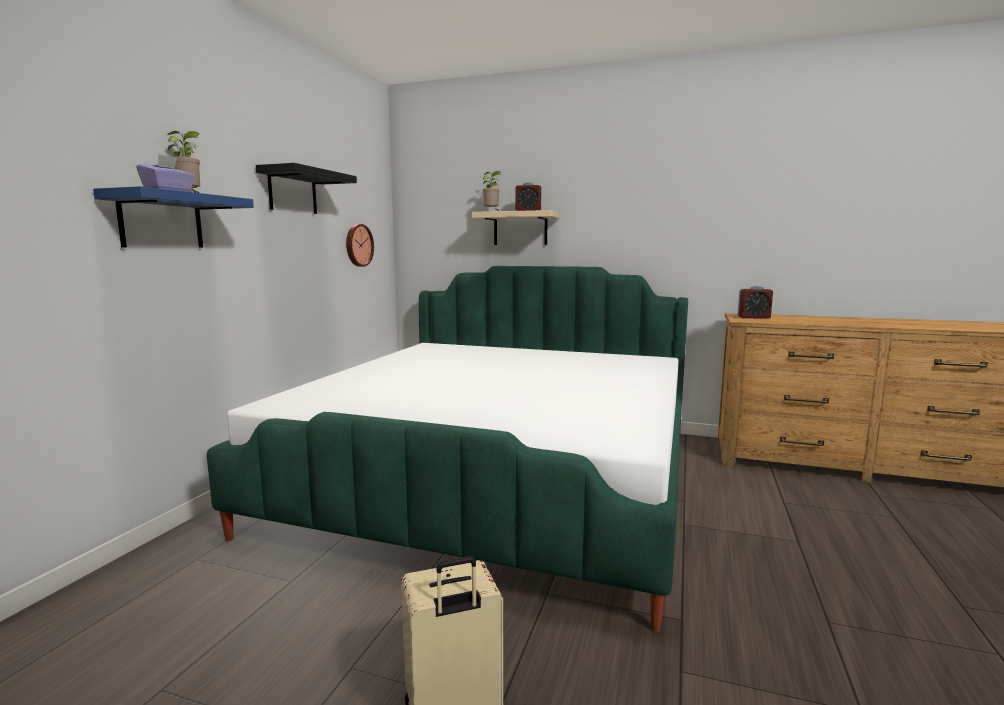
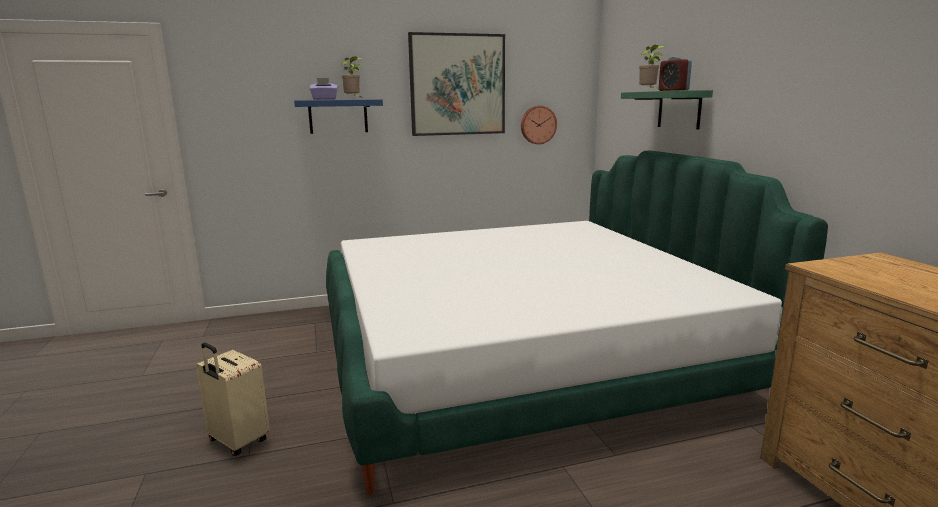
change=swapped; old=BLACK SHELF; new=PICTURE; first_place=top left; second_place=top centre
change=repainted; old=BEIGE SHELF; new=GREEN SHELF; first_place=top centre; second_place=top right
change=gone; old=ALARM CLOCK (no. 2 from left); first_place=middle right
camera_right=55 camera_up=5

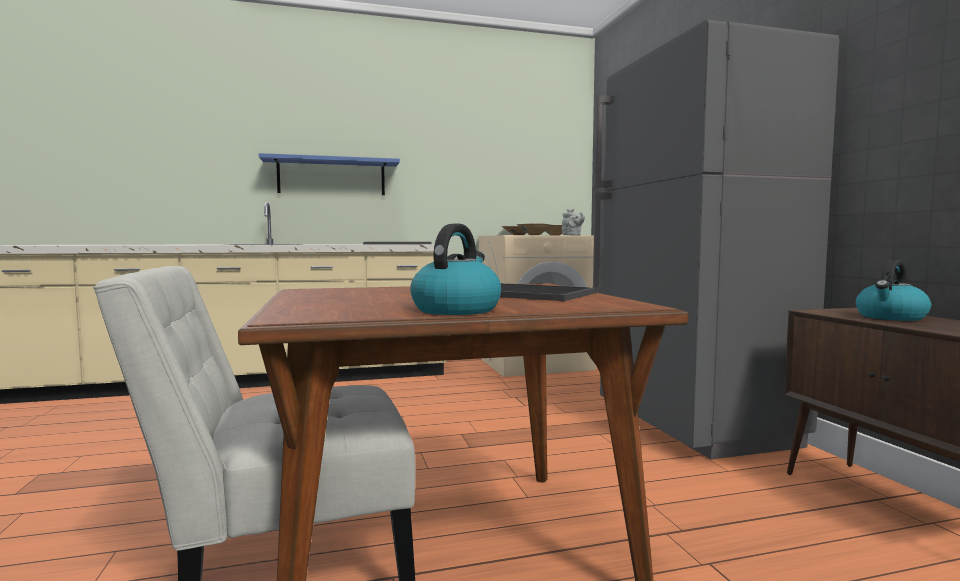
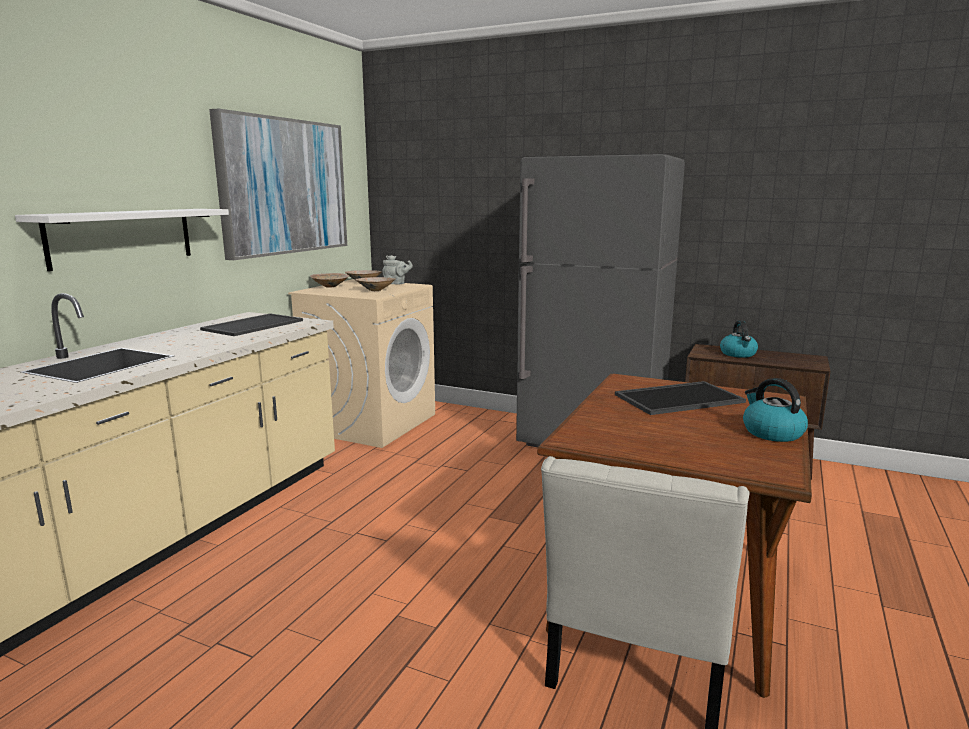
change=repainted; old=BLUE SHELF; new=WHITE SHELF; first_place=top centre; second_place=top left
change=new; new=PICTURE; second_place=top left
camera_right=-50 camera_up=10

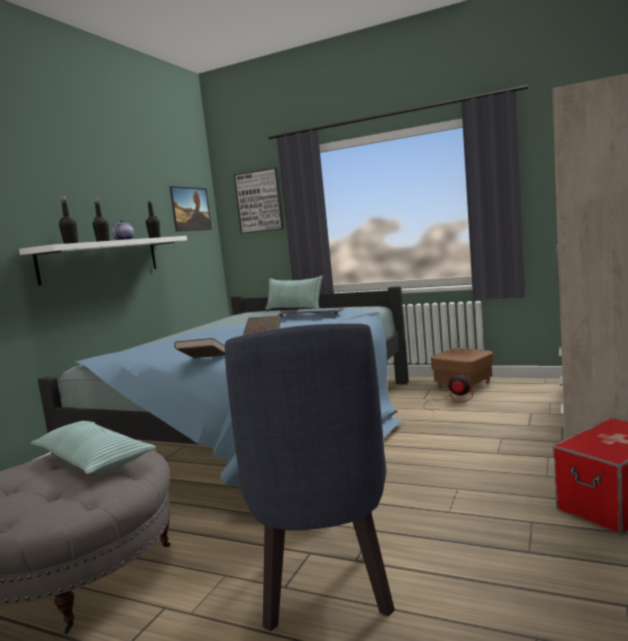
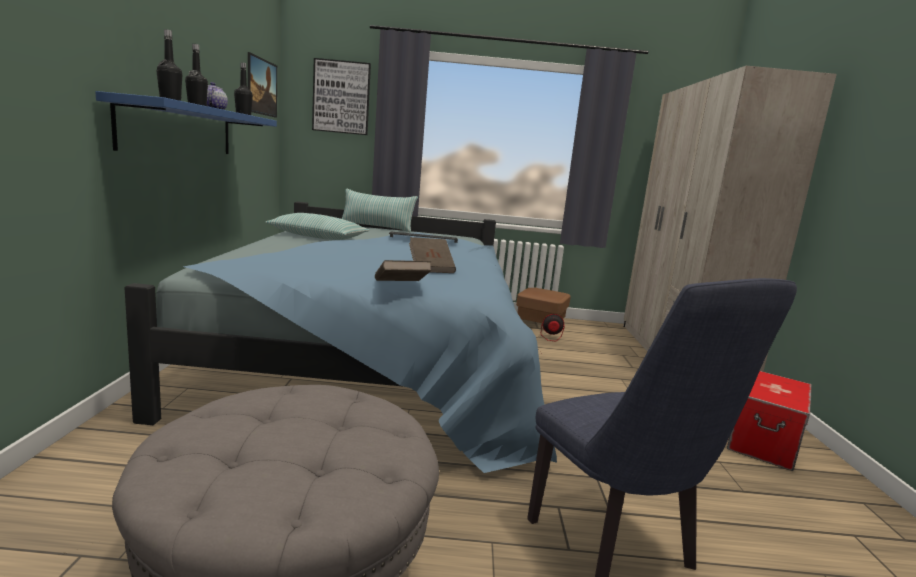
change=repainted; old=WHITE SHELF; new=BLUE SHELF; first_place=middle left; second_place=top left
change=shifted; old=PILLOW (no. 1 from left); first_place=bottom left; second_place=centre
camera_right=-25 camera_up=5

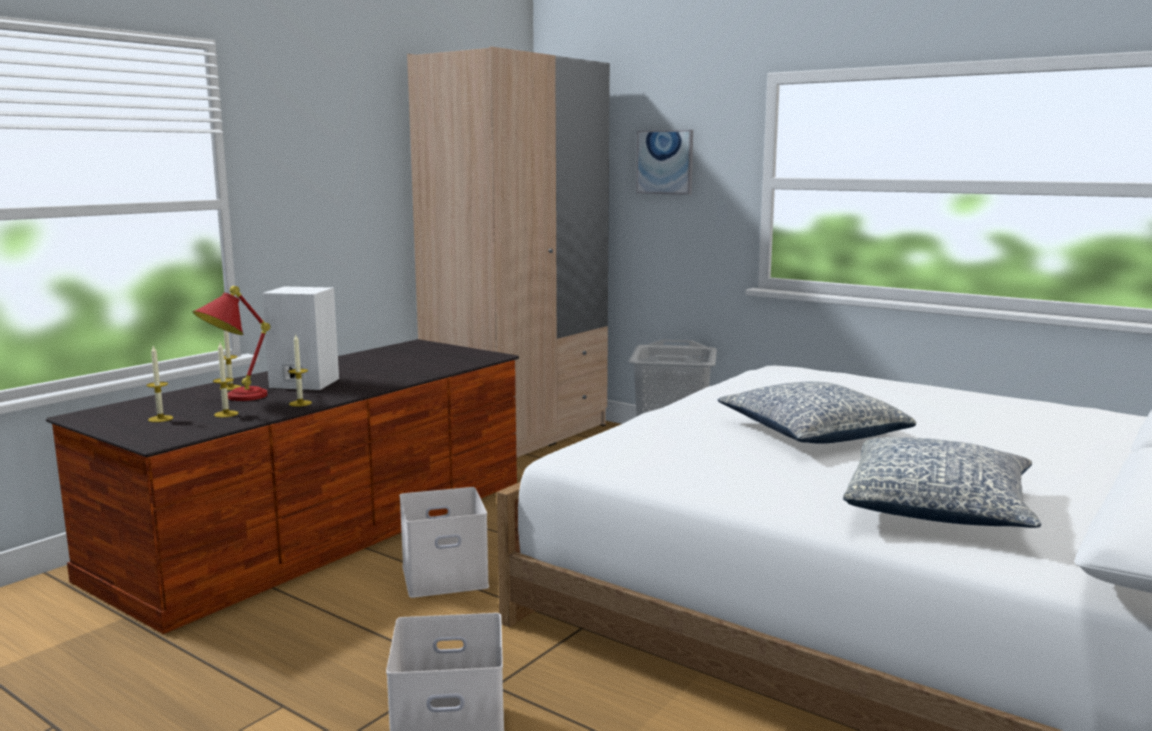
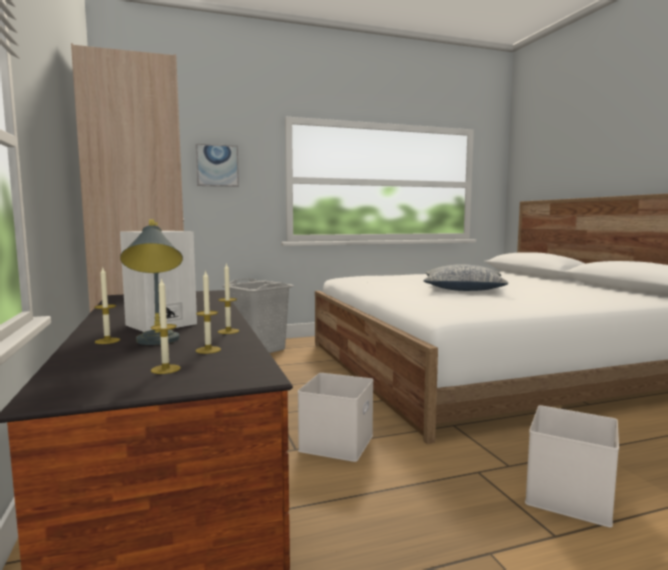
change=repainted; old=RED TABLE LAMP; new=GREY TABLE LAMP; first_place=middle left; second_place=middle left
change=gone; old=PILLOW (no. 2 from left); first_place=middle right
camera_right=-55 camera_up=-5

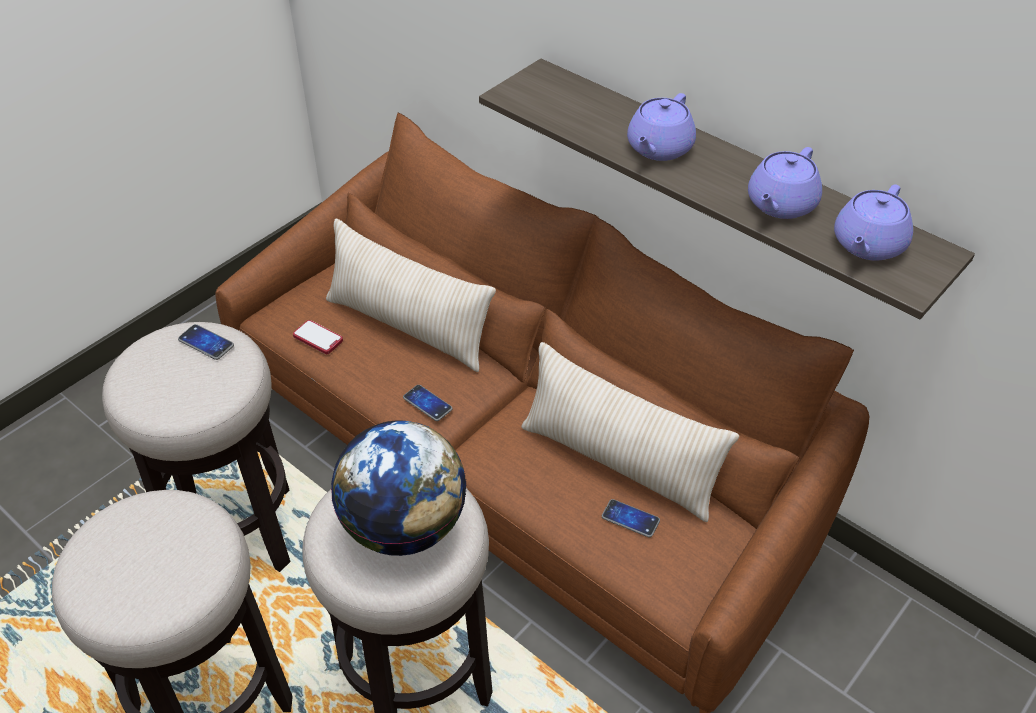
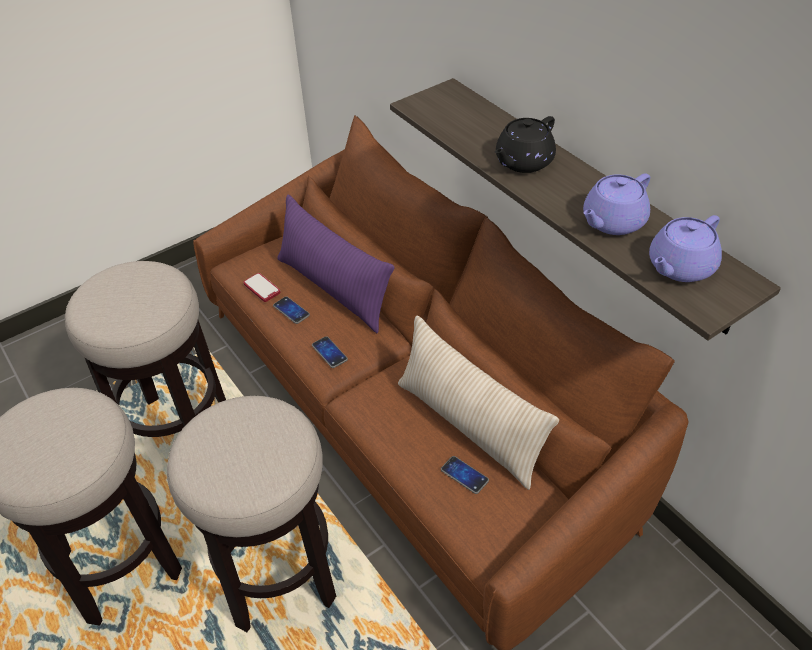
change=repainted; old=PURPLE TEAPOT (no. 1 from left); new=BLACK TEAPOT; first_place=top centre; second_place=top centre
change=repainted; old=BEIGE PILLOW (no. 1 from left); new=PURPLE PILLOW; first_place=centre; second_place=centre
change=shifted; old=PHONE (no. 1 from left in the first image); new=PHONE (no. 2 from left); first_place=middle left; second_place=centre
change=gone; old=GLOBE; first_place=bottom centre
camera_right=15 camera_up=0

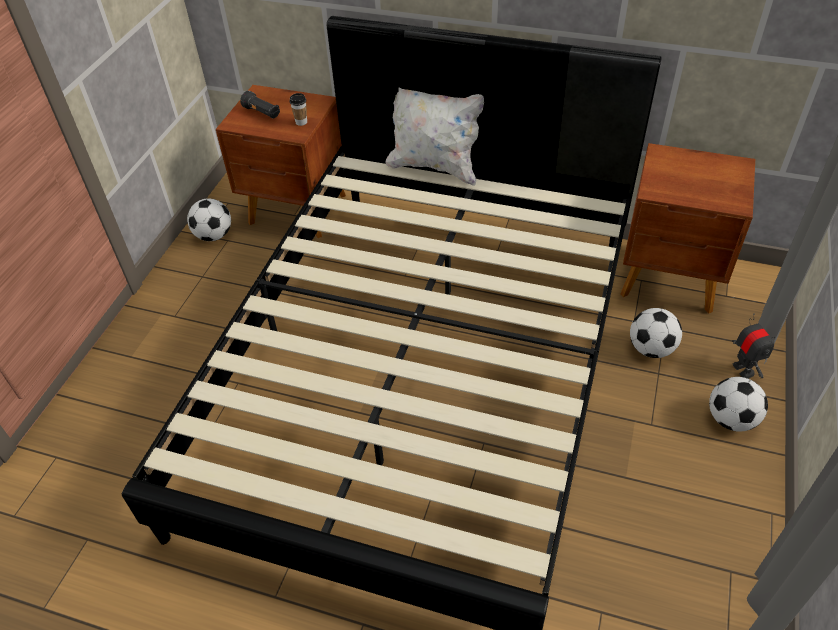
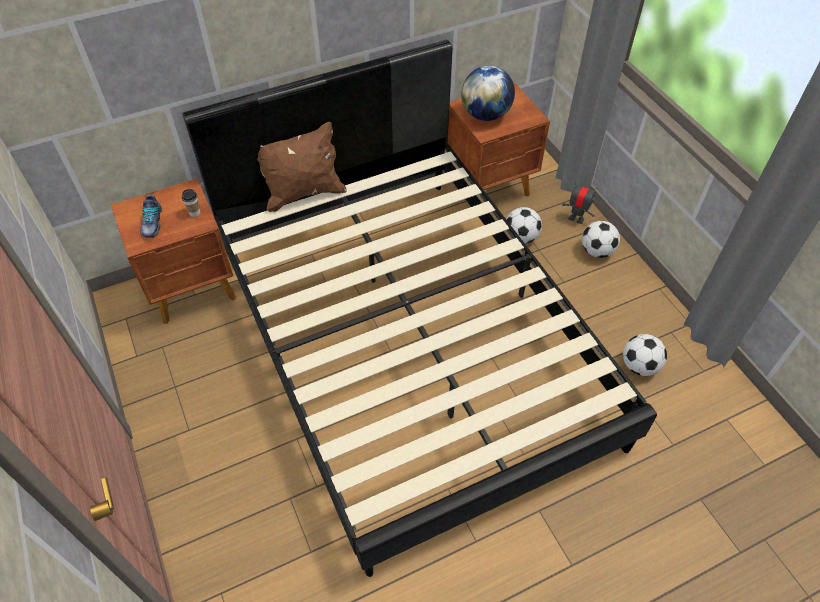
change=repainted; old=WHITE PILLOW; new=BROWN PILLOW; first_place=top centre; second_place=top centre
change=swapped; old=BLACK FLASHLIGHT; new=SHOE; first_place=top left; second_place=middle left
change=shifted; old=FOOTBALL (no. 1 from left in the first image); new=FOOTBALL (no. 3 from left); first_place=middle left; second_place=middle right
change=new; new=GLOBE; second_place=top centre
camera_right=-45 camera_up=5

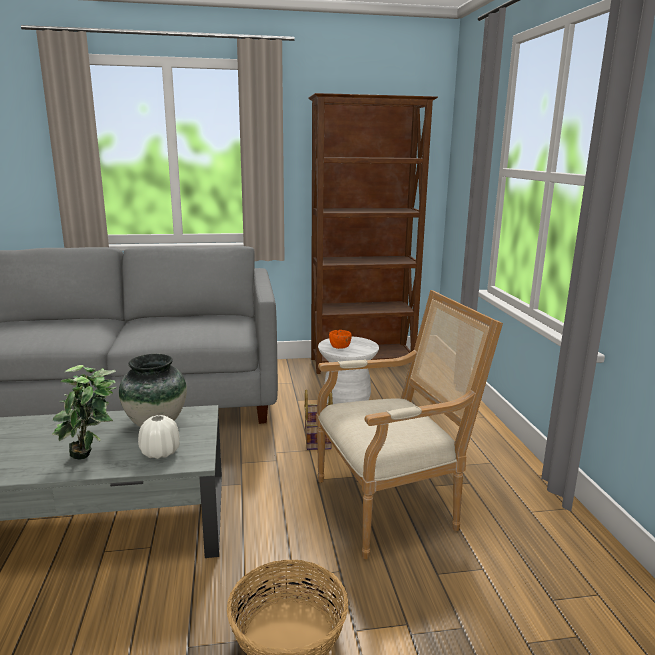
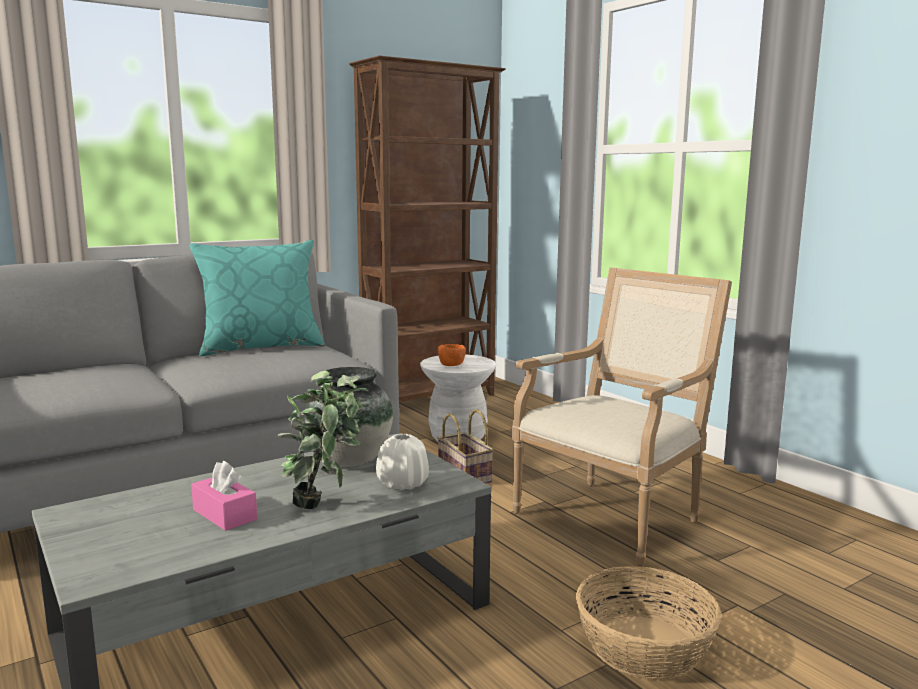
change=new; new=TURQUOISE PILLOW; second_place=middle left
change=new; new=PINK TISSUE BOX; second_place=bottom left
camera_right=-25 camera_up=-5

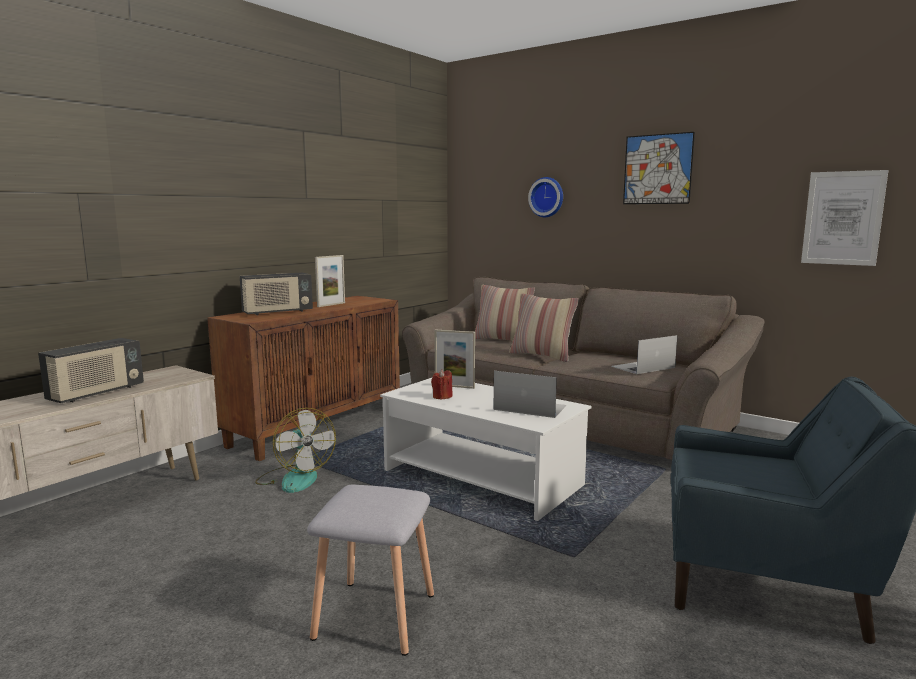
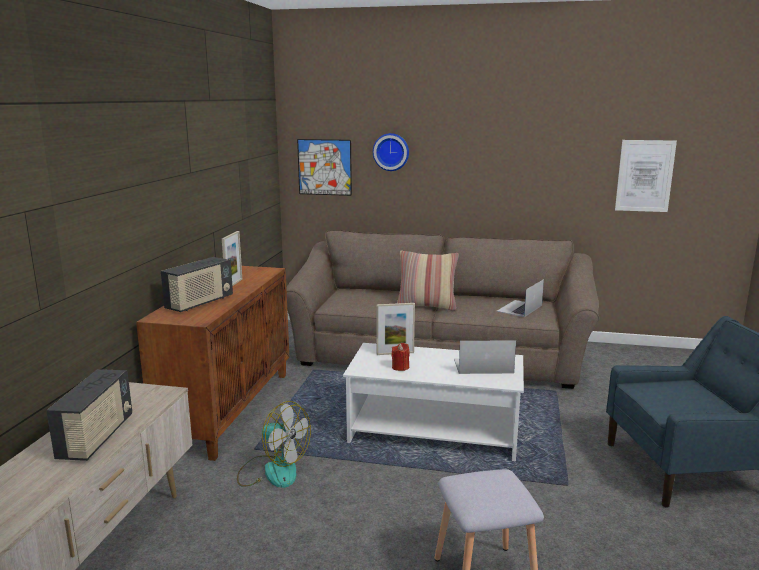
change=shifted; old=PICTURE (no. 1 from left); first_place=top right; second_place=top centre
change=gone; old=PILLOW (no. 1 from left); first_place=centre
camera_right=-25 camera_up=5

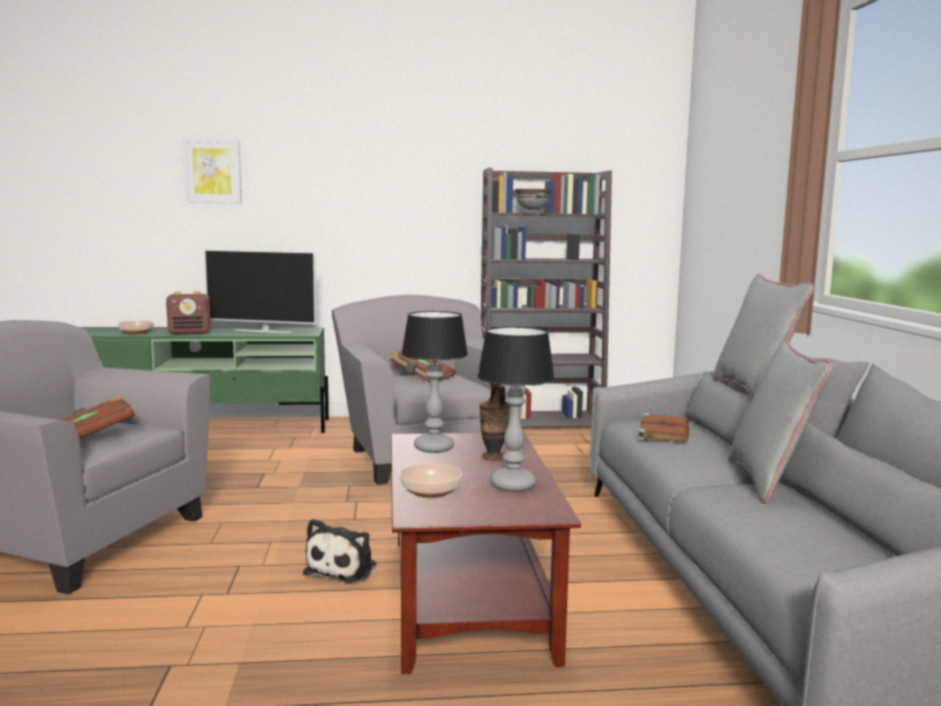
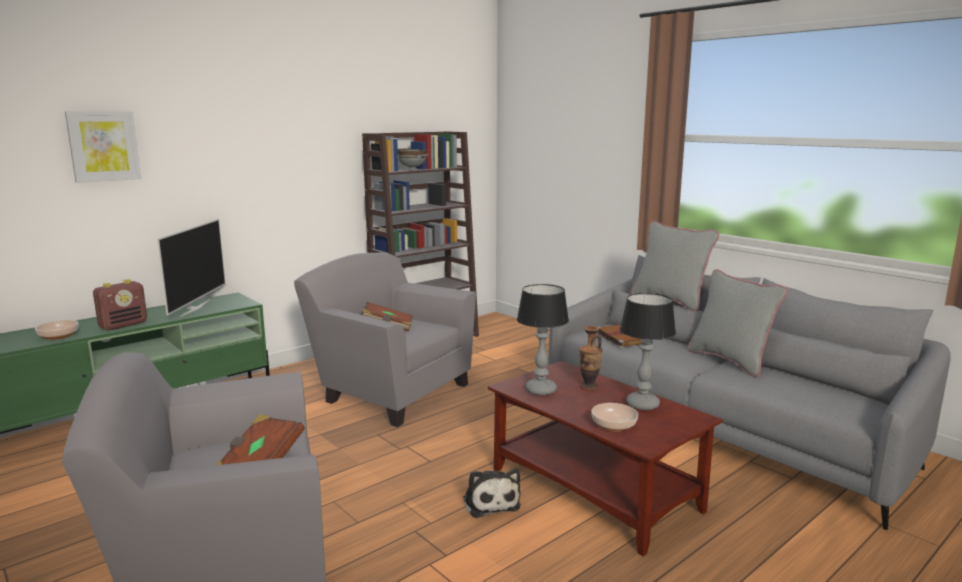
change=rotated; old=TELEVISION; first_place=middle left; second_place=middle left; degrees=-60
camera_right=-35 camera_up=5

